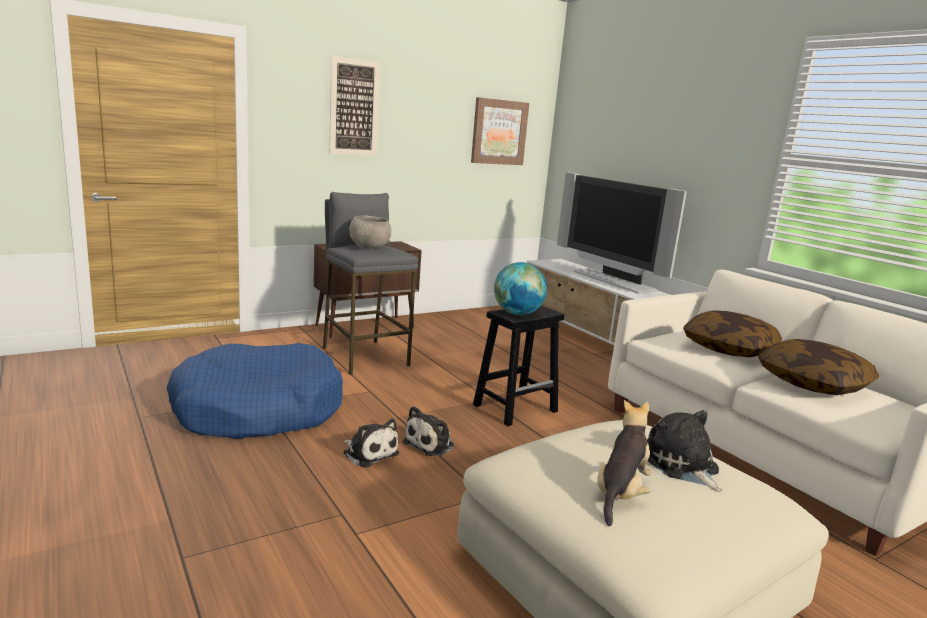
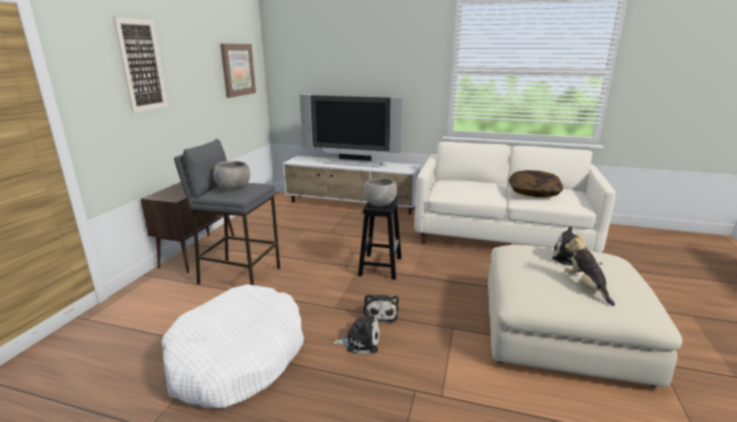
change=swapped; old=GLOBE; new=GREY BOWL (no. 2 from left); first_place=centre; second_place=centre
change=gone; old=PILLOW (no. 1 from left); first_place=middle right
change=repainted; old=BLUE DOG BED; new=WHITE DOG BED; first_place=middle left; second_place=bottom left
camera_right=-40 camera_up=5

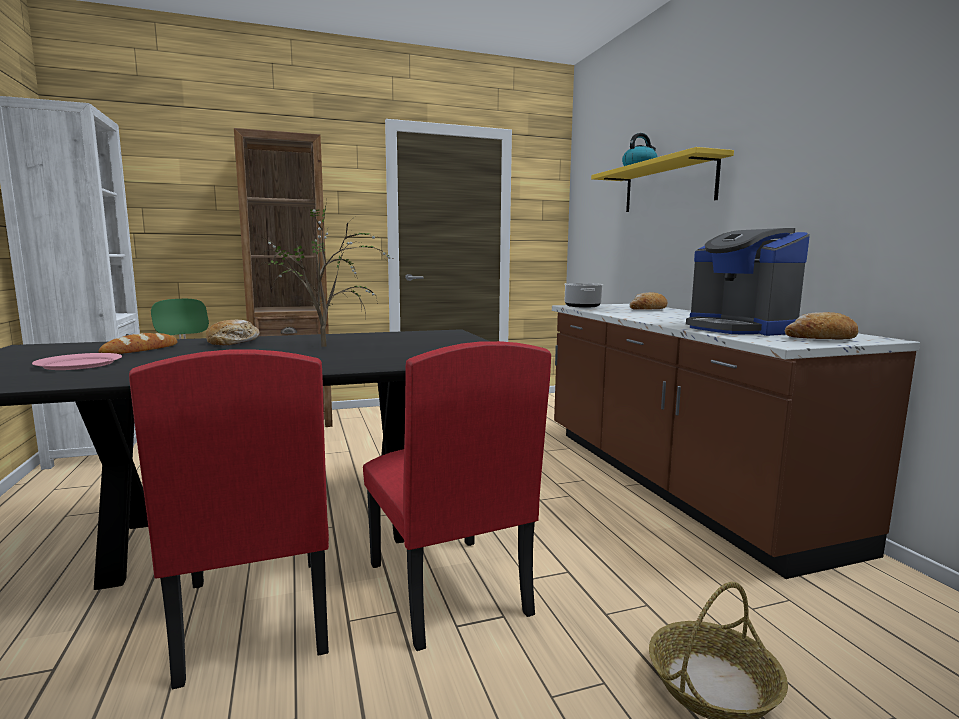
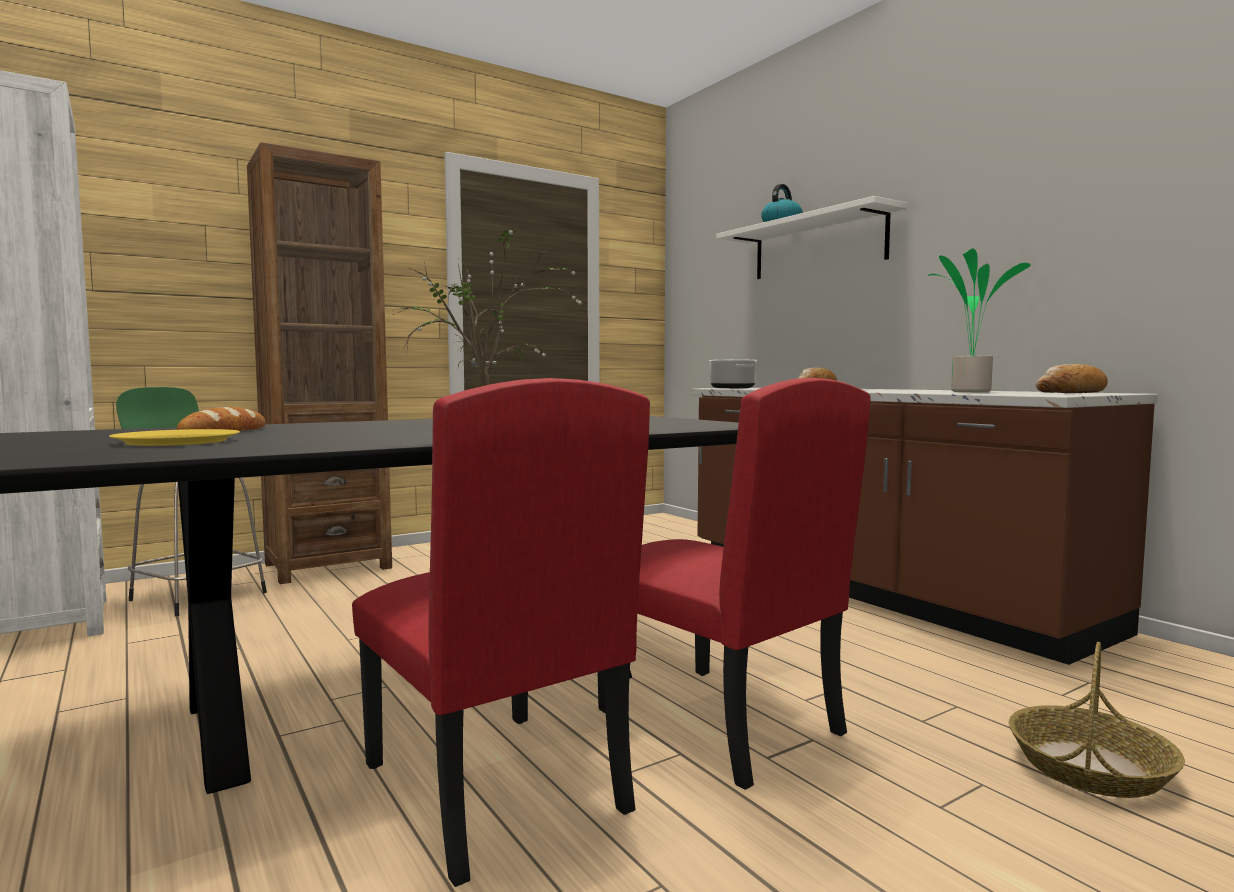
change=repainted; old=YELLOW SHELF; new=WHITE SHELF; first_place=top right; second_place=top centre
change=swapped; old=COFFEE MACHINE; new=POTTED PLANT (no. 2 from left); first_place=middle right; second_place=middle right
change=gone; old=BREAD (no. 2 from left); first_place=middle left
change=repainted; old=PINK PLATE; new=YELLOW PLATE; first_place=middle left; second_place=middle left
camera_right=-15 camera_up=-5

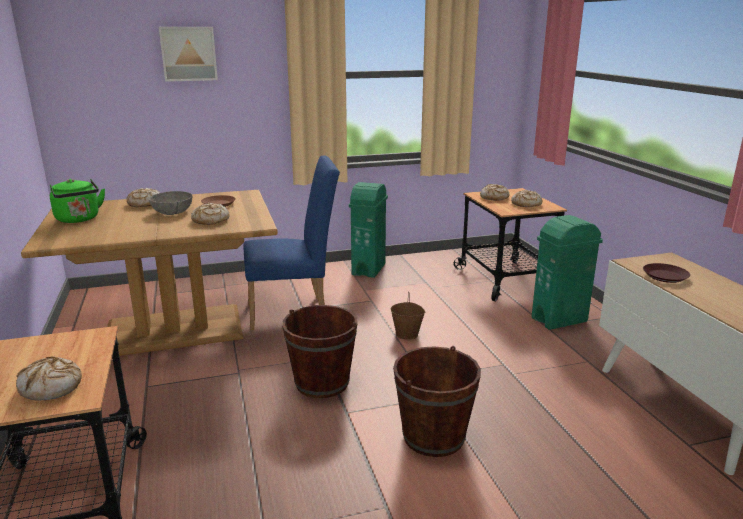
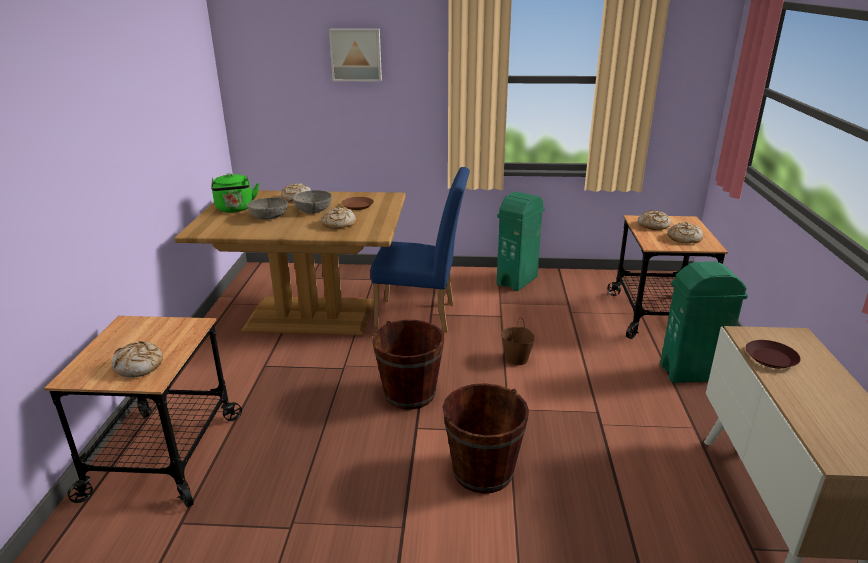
change=new; new=GREY BOWL (no. 1 from left); second_place=middle left
camera_right=20 camera_up=5

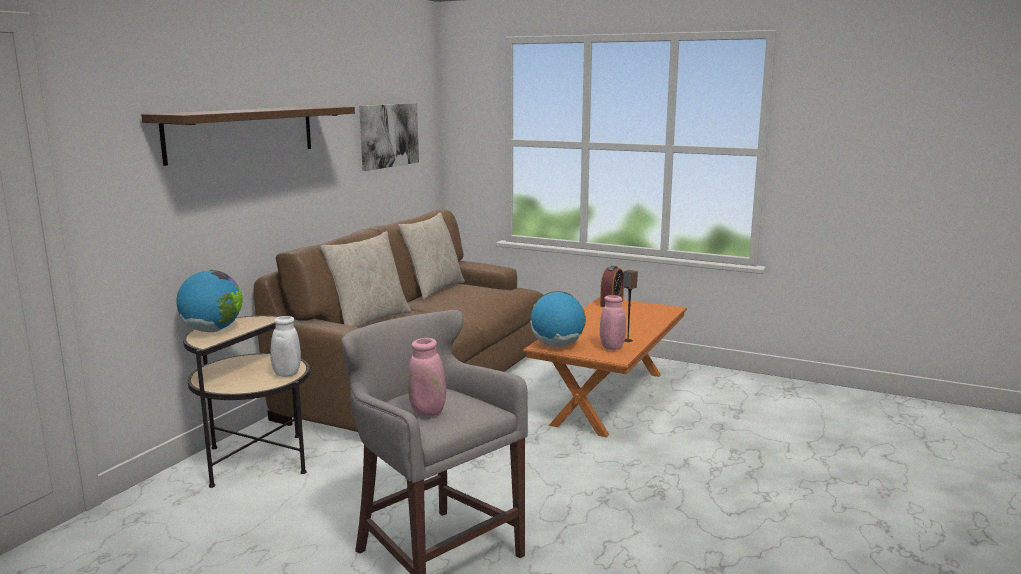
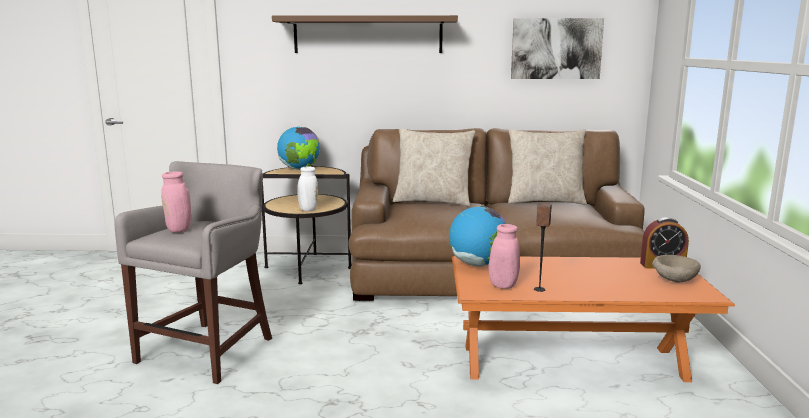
change=new; new=BEIGE BOWL; second_place=middle right
camera_right=65 camera_up=0

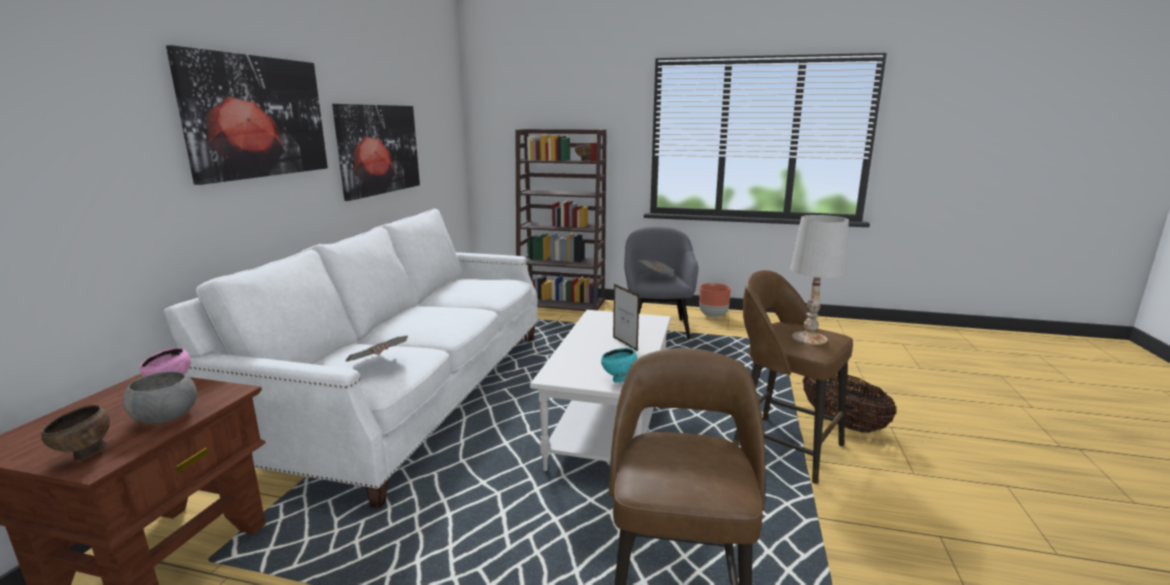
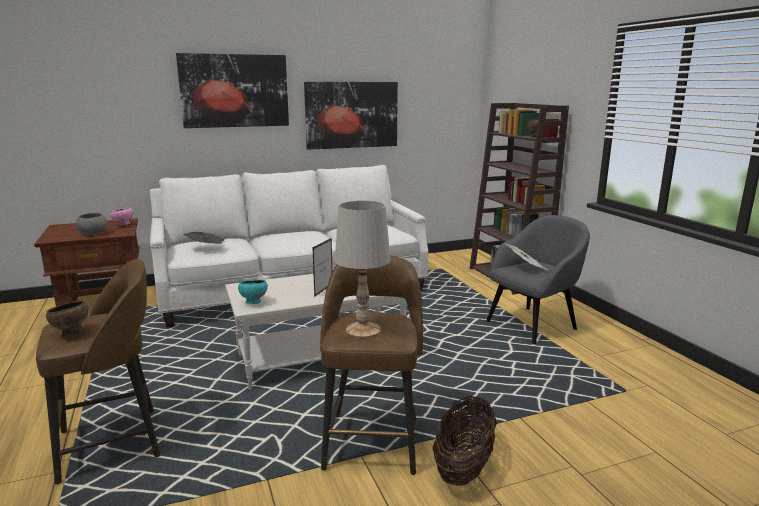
change=gone; old=BROWN PLANTER; first_place=centre
change=shifted; old=BROWN BOWL (no. 1 from left); first_place=bottom left; second_place=middle left
camera_right=55 camera_up=0

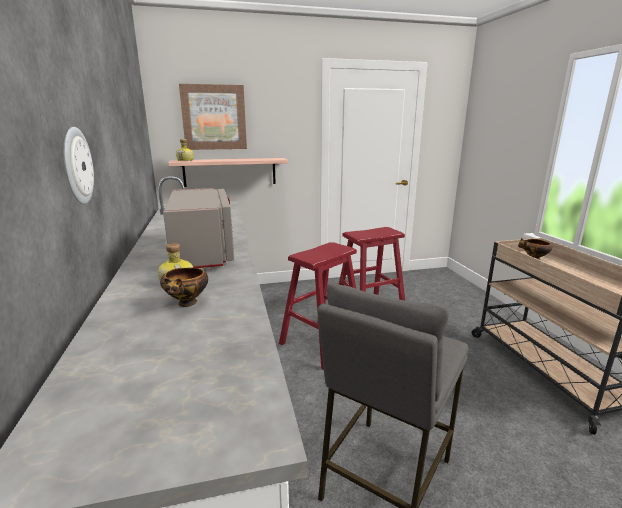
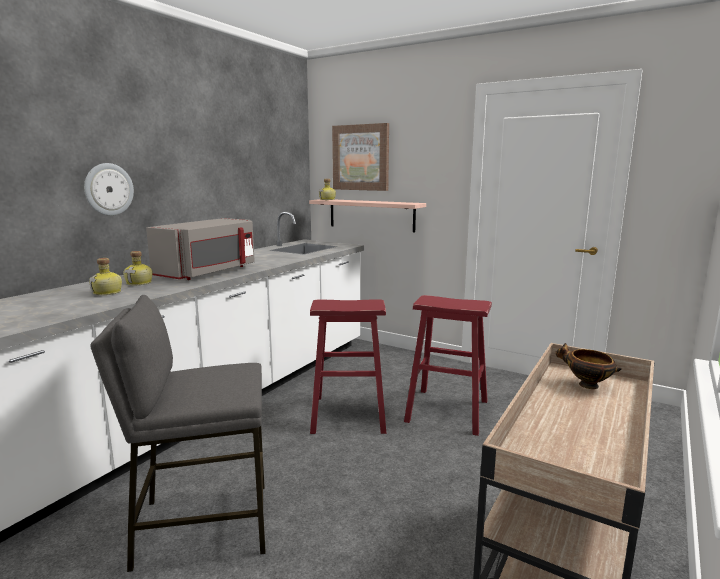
change=swapped; old=BOWL (no. 1 from left); new=BOTTLE (no. 1 from left); first_place=middle left; second_place=middle left
camera_right=45 camera_up=-5

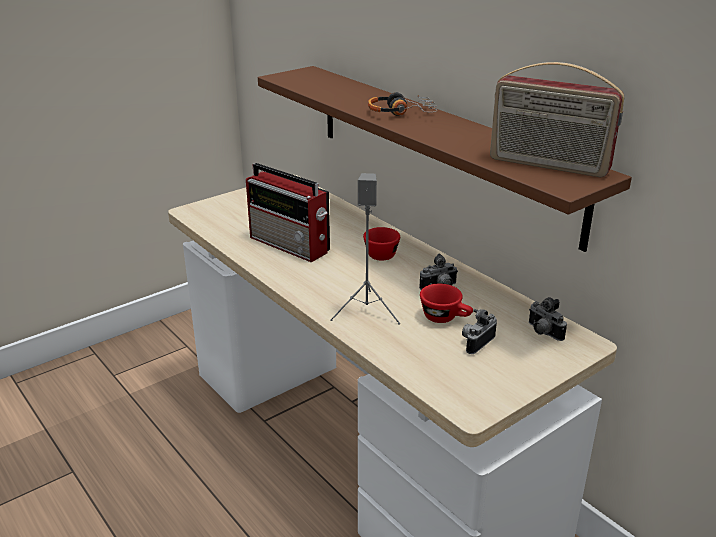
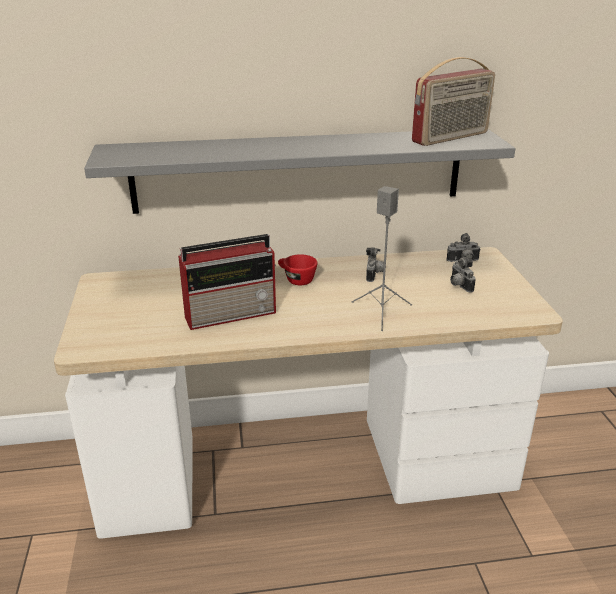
change=repainted; old=BROWN SHELF; new=GREY SHELF; first_place=top centre; second_place=top centre
change=gone; old=HEADPHONES; first_place=top centre
change=gone; old=RED CUP (no. 2 from left); first_place=centre
camera_right=-60 camera_up=0

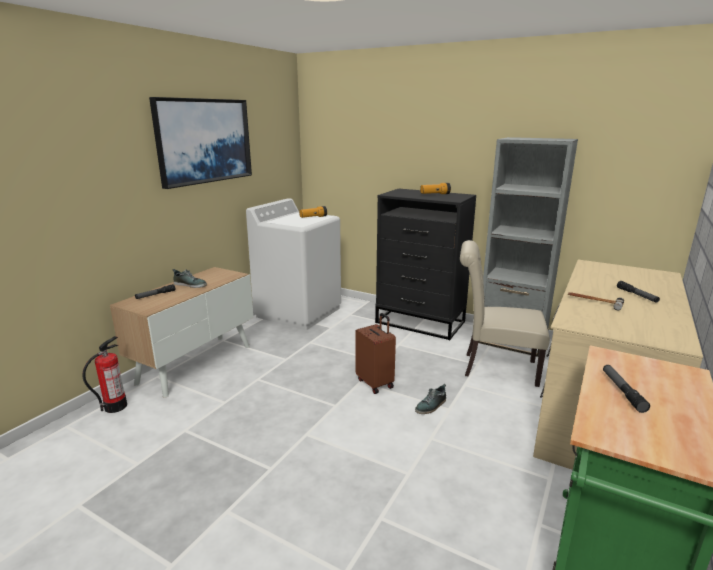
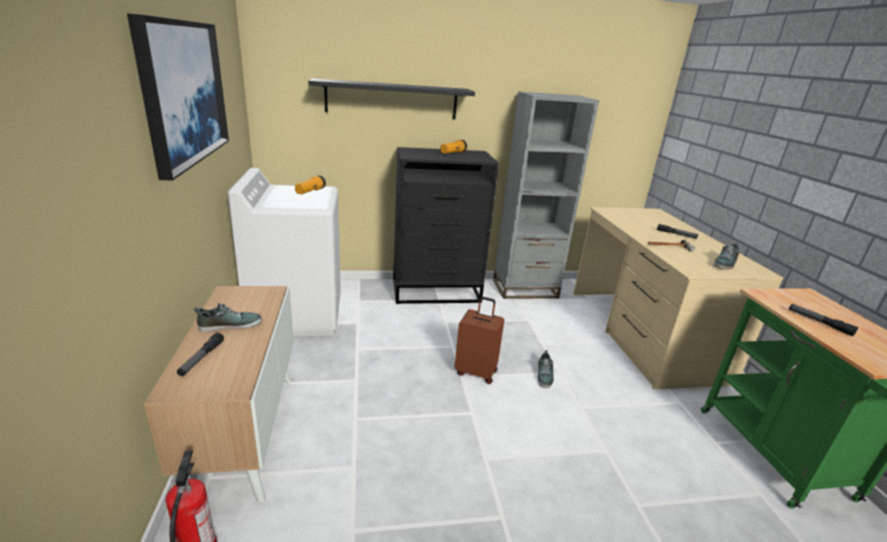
change=gone; old=BEIGE CHAIR; first_place=middle right
change=new; new=BLACK SHELF; second_place=top centre
change=new; new=SHOE (no. 3 from left); second_place=middle right
camera_right=-40 camera_up=5

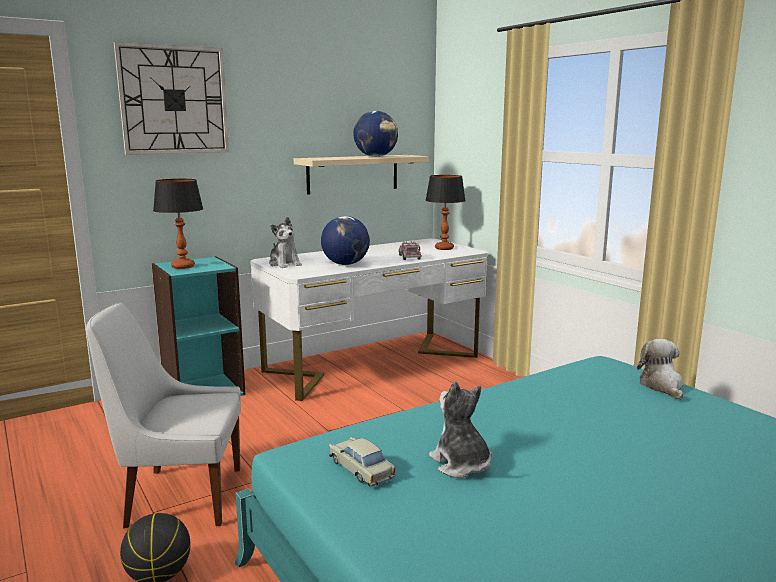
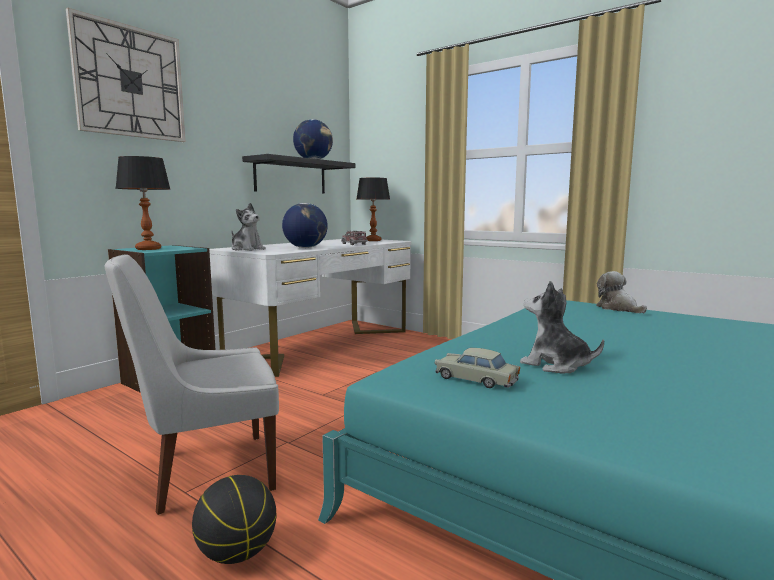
change=repainted; old=BEIGE SHELF; new=BLACK SHELF; first_place=top centre; second_place=top centre
camera_right=-20 camera_up=-5

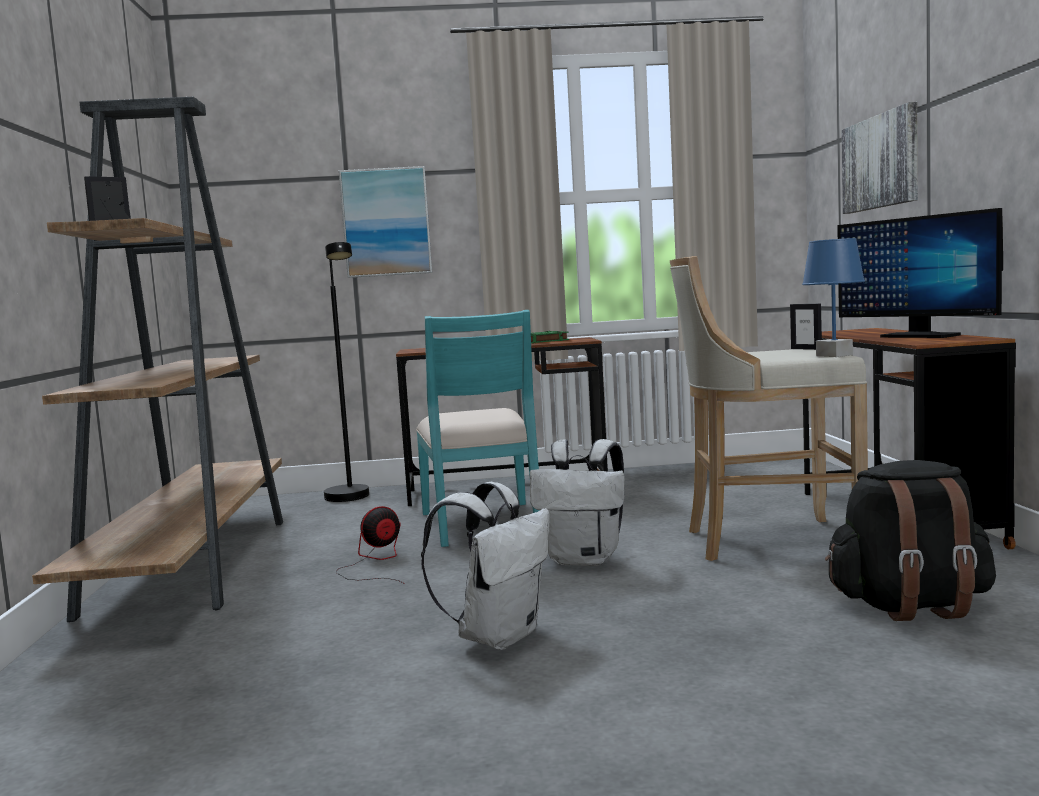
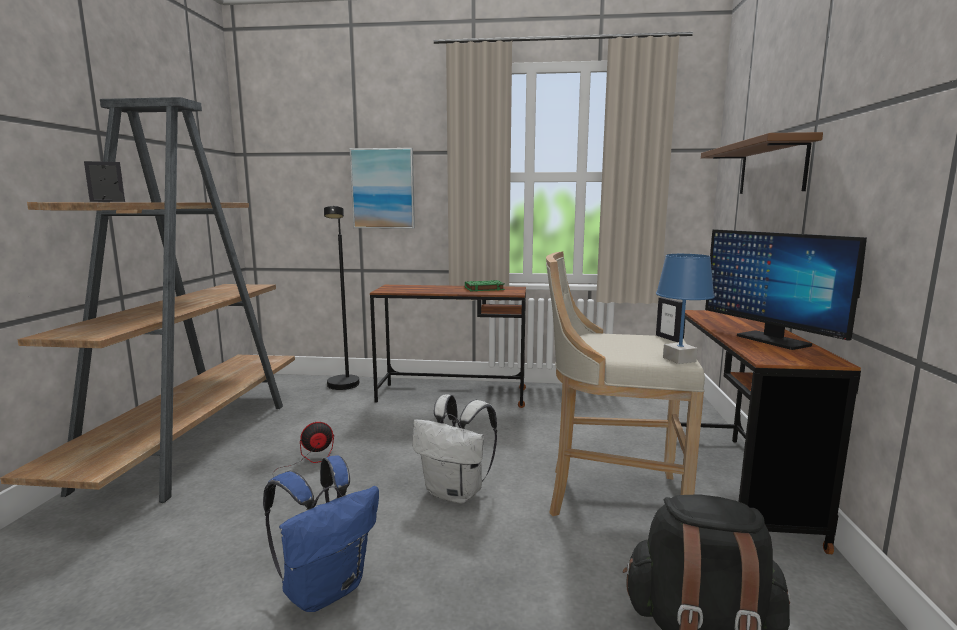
change=swapped; old=PICTURE (no. 2 from left); new=BROWN SHELF; first_place=top right; second_place=top right
change=gone; old=TURQUOISE CHAIR; first_place=centre
change=repainted; old=WHITE BACKPACK (no. 1 from left); new=BLUE BACKPACK; first_place=bottom centre; second_place=bottom centre
camera_right=10 camera_up=5

